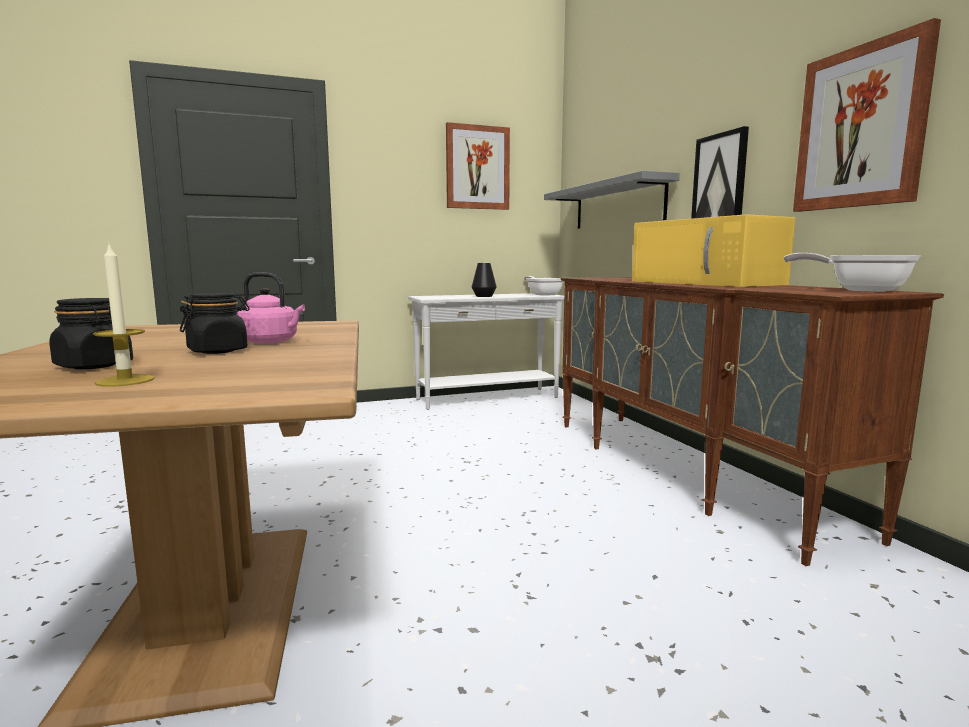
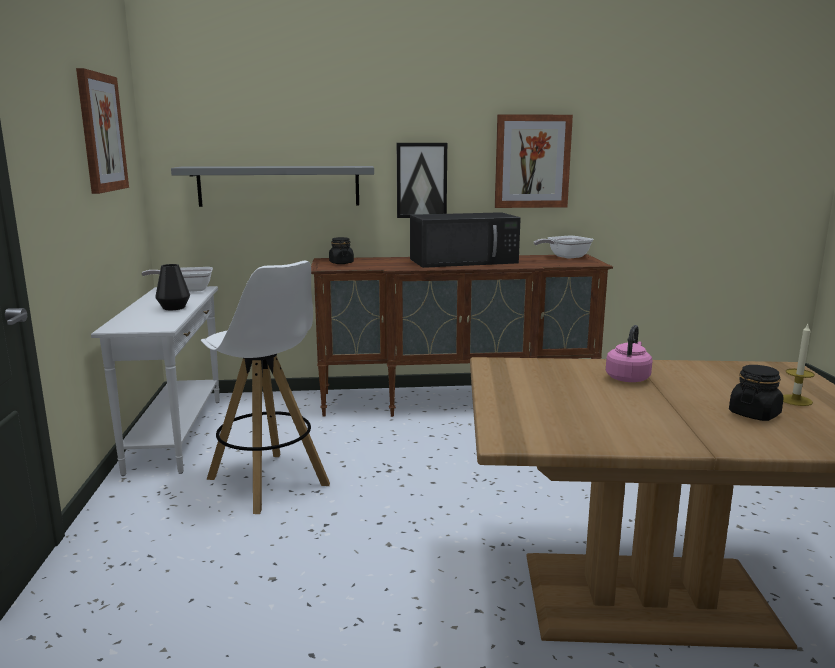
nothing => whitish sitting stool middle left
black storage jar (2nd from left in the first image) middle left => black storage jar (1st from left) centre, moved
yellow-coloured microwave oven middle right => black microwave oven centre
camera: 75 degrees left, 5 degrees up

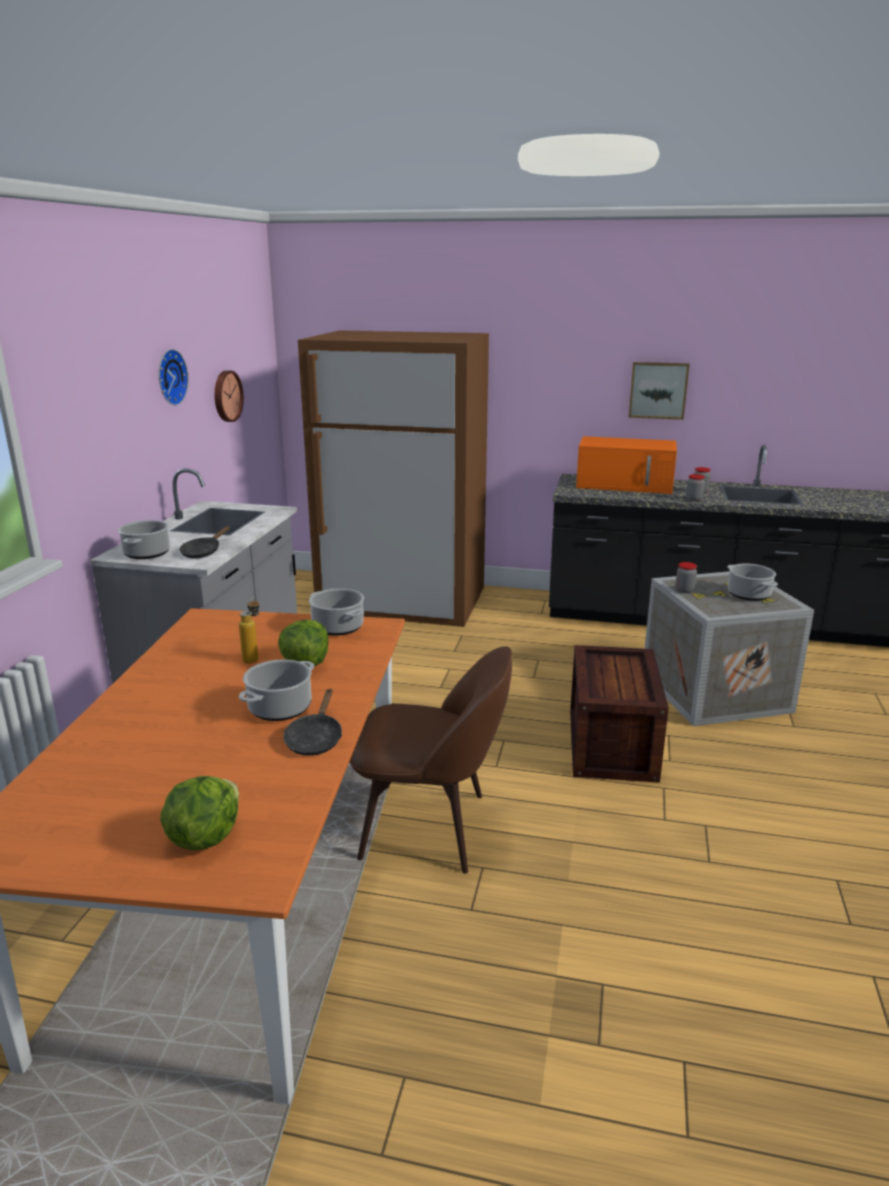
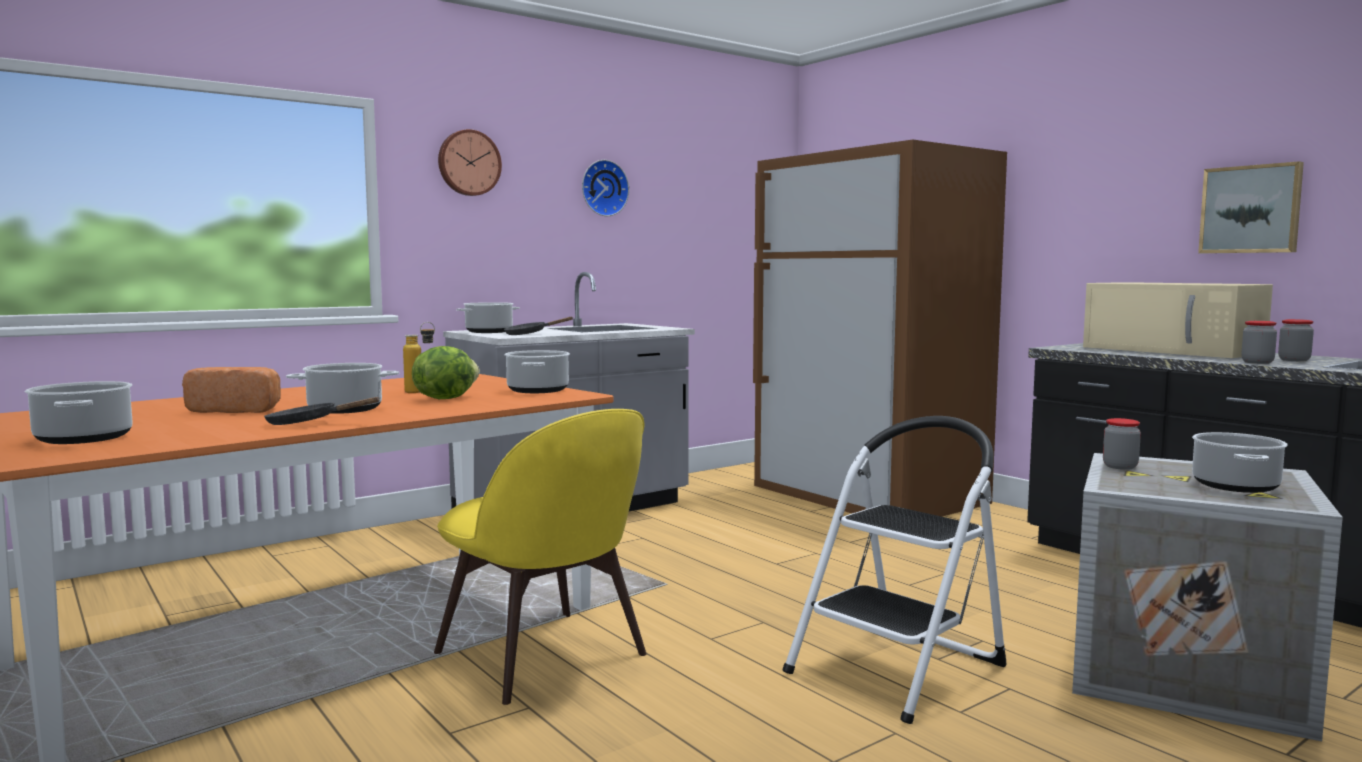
nothing => baked bread middle left
clock on the wall (2nd from left in the first image) middle left => clock on the wall (1st from left) top centre, moved
lettuce (1st from left) bottom left => stockpot (1st from left) middle left
packing crate (1st from left) middle right => step ladder bottom centre
brown chair centre => yellow-coloured chair bottom centre
orange-coloured microwave oven middle right => sand-coloured microwave oven middle right
black skillet (2nd from left in the first image) centre => black skillet (1st from left) middle left, 45 degrees clockwise
camera: 40 degrees right, 15 degrees down

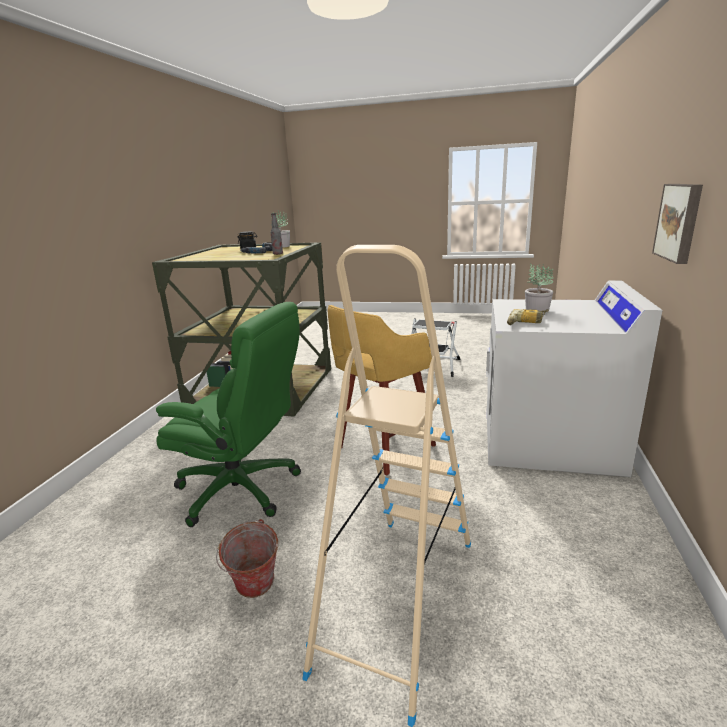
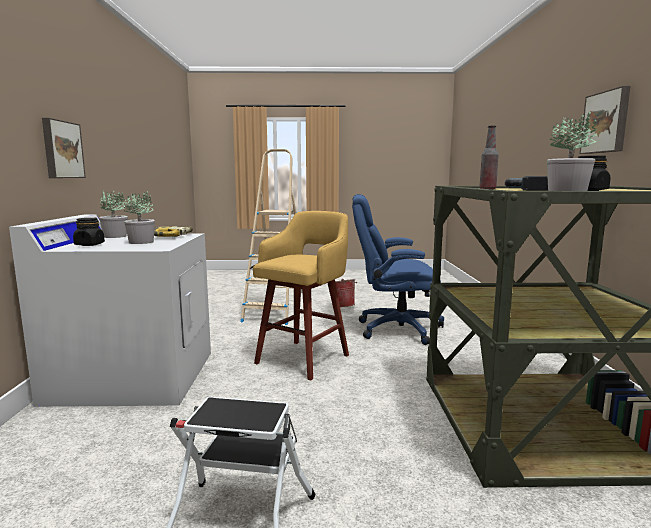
nothing => black storage jar (1st from left) middle left
nothing => potted plant (1st from left) middle left
nothing => wall art (2nd from left) top right
greenish computer chair middle left => blue-coloured computer chair centre
camera: 165 degrees right, 10 degrees down

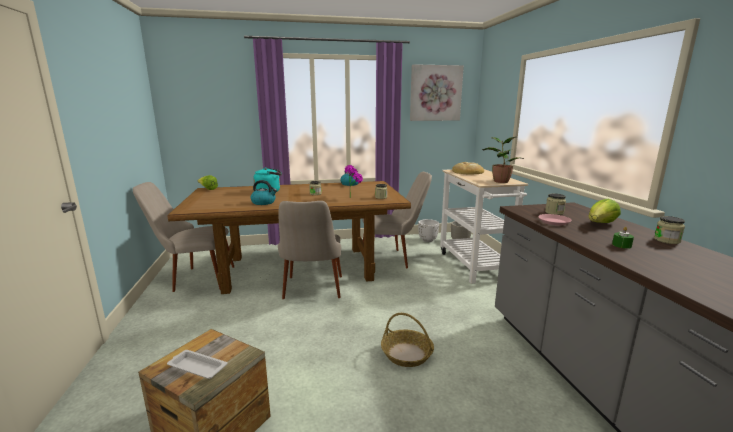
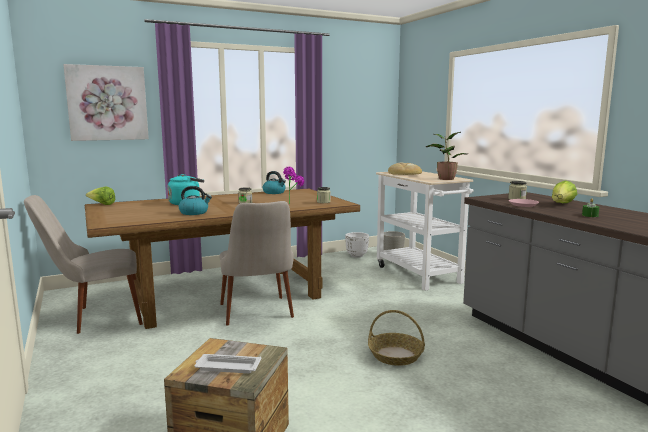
sand-coloured chair (3rd from left) centre => nothing
storage jar (4th from left) middle right => nothing
wall art top centre => wall art top left, moved
camera: 15 degrees left, 5 degrees down

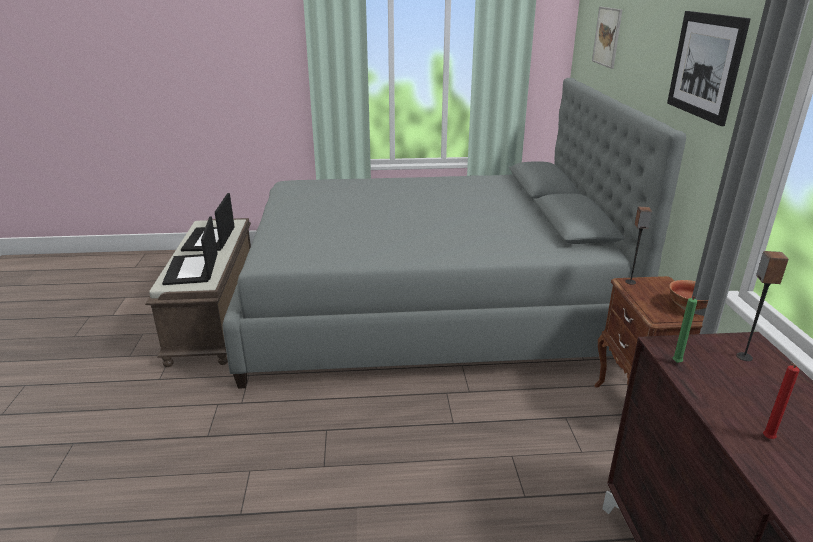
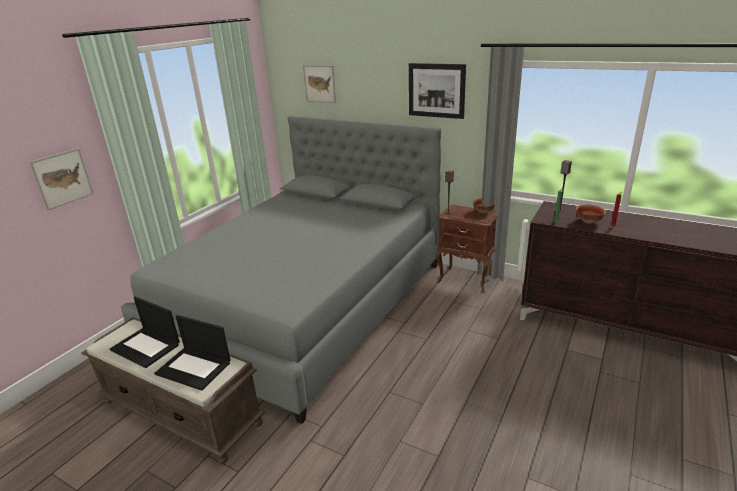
nothing => wall art (1st from left) middle left
nothing => deep dish (2nd from left) middle right
camera: 55 degrees left, 0 degrees up

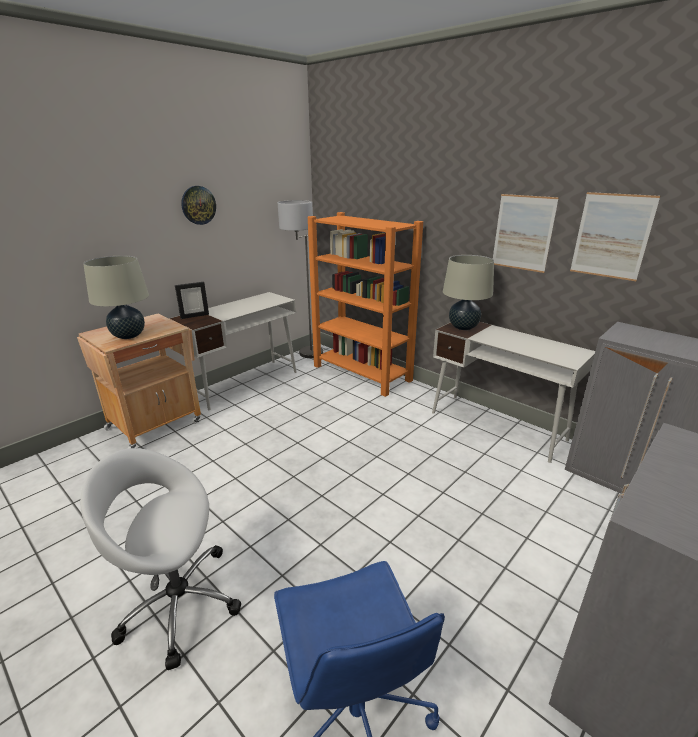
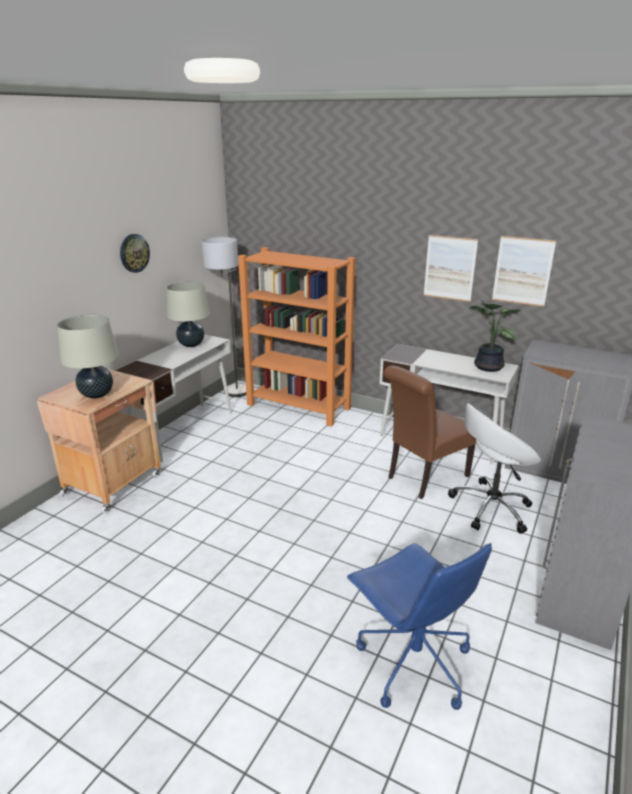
standing frame middle left => nothing
nothing => brown chair middle right
nothing => potted plant middle right
whitish computer chair bottom left => whitish computer chair middle right, moved
sand-coloured lamp for a table (2nd from left) middle right => sand-coloured lamp for a table (2nd from left) middle left, moved
camera: 15 degrees left, 0 degrees up

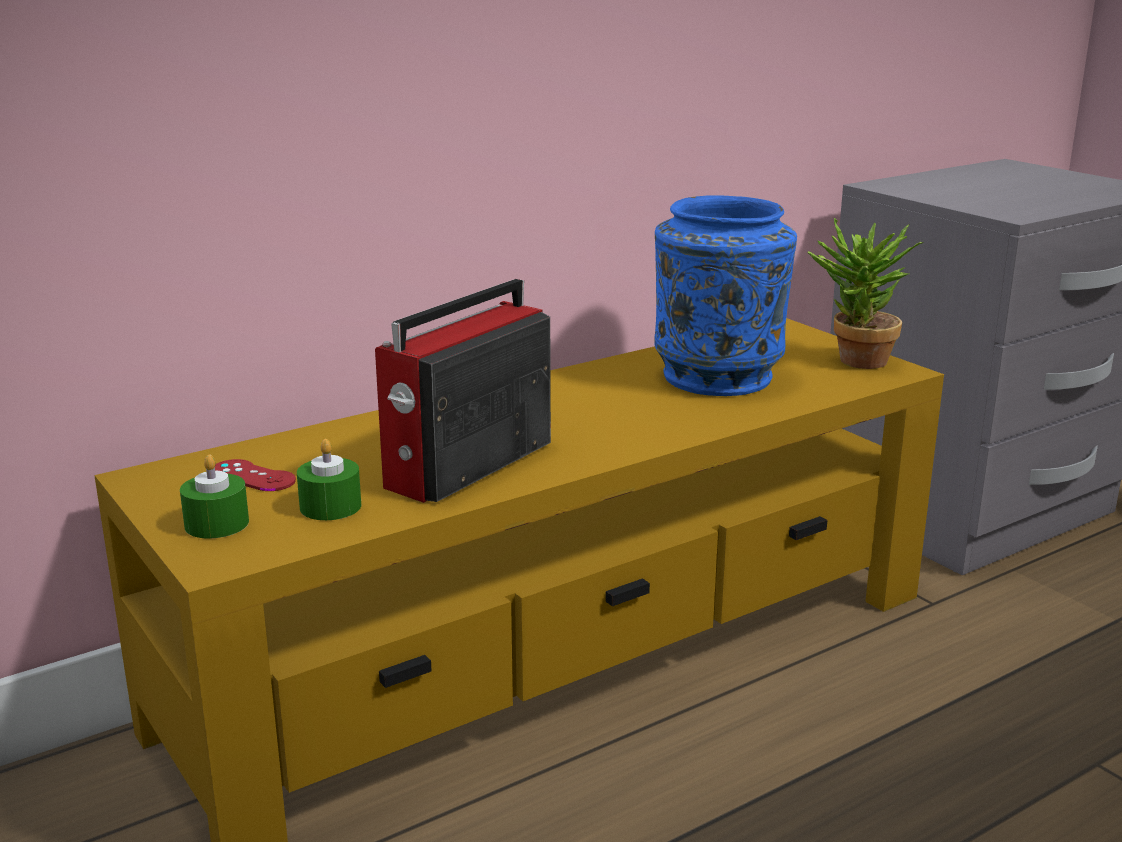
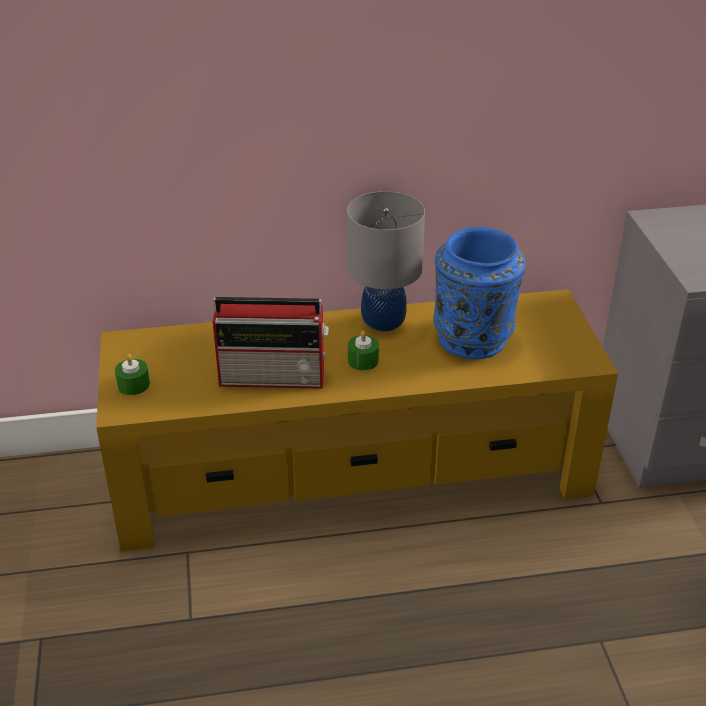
red-coloured joypad middle left => nothing
potted plant middle right => nothing
nothing => grey lamp for a table centre
greenish wax candle (2nd from left) middle left => greenish wax candle (2nd from left) centre, moved
radio centre, 150 degrees counterclockwise
camera: 25 degrees right, 15 degrees up

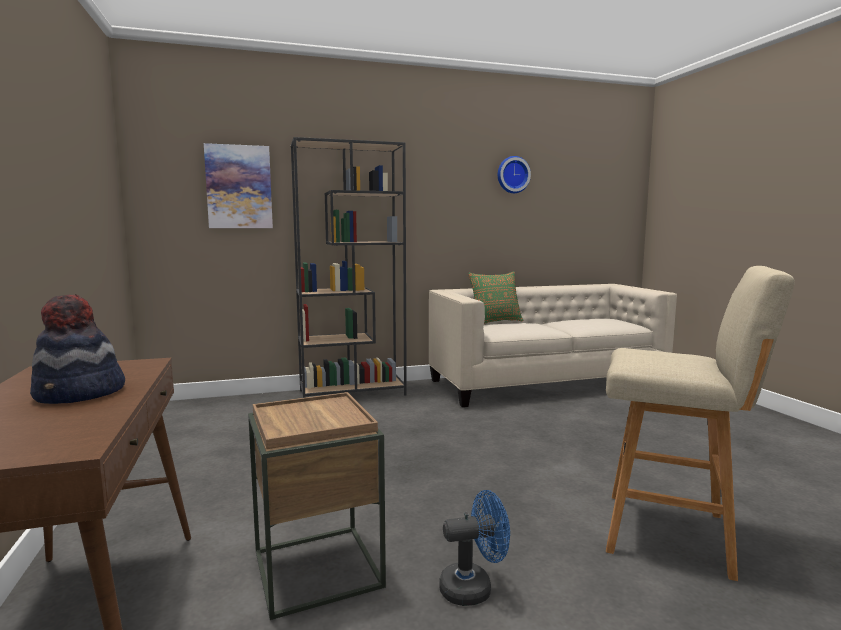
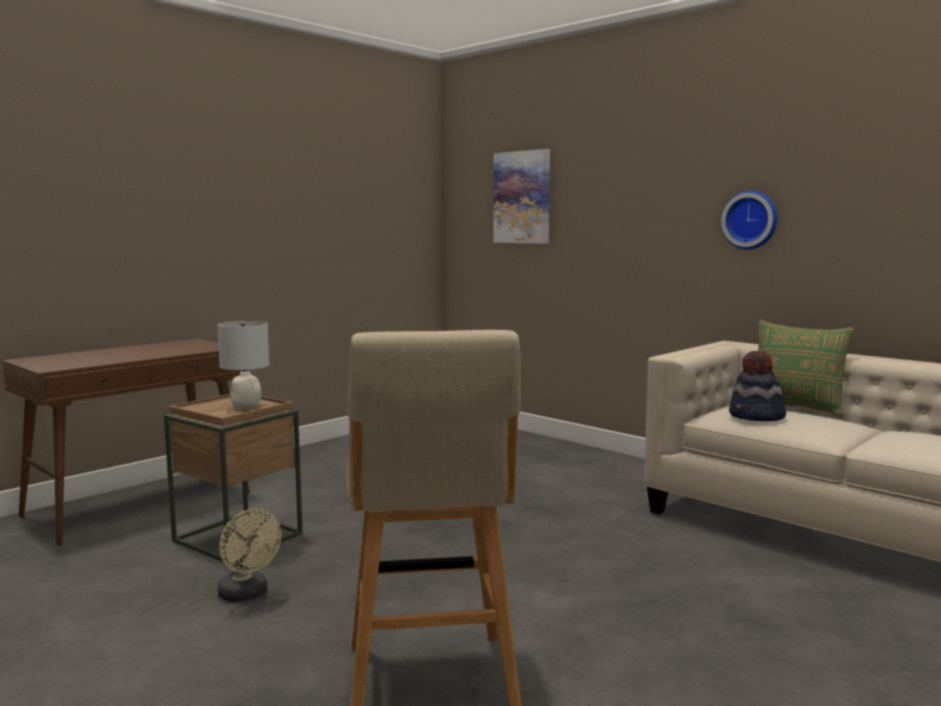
bookcase centre => nothing
nothing => grey lamp for a table middle left
wearable hat middle left => wearable hat middle right, moved
clock on the wall top centre => clock on the wall top right, moved
blue-coloured fan bottom centre => sand-coloured fan bottom left
camera: 60 degrees right, 0 degrees up

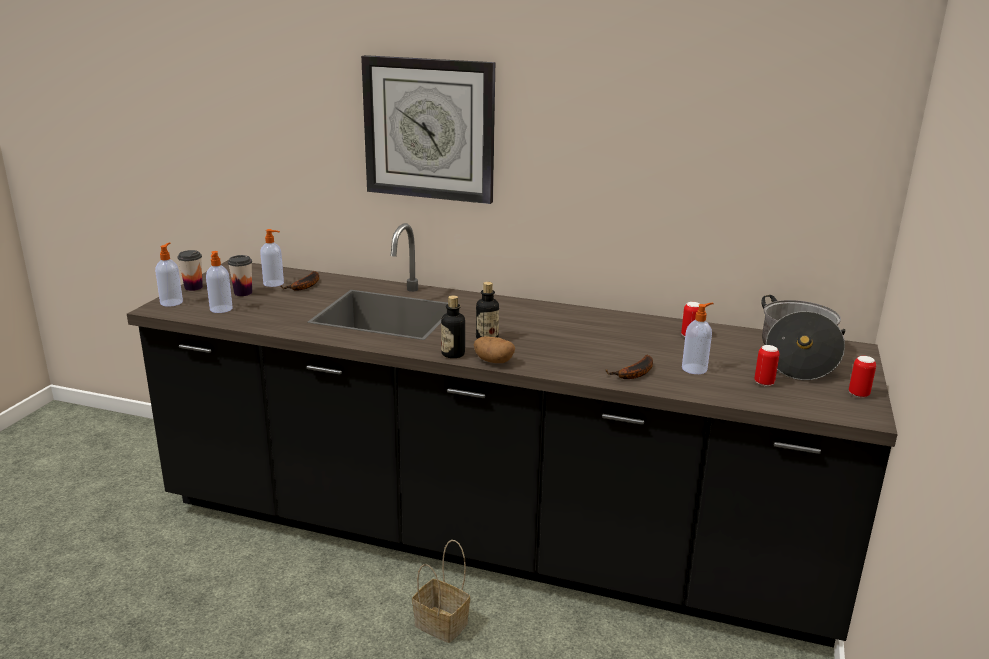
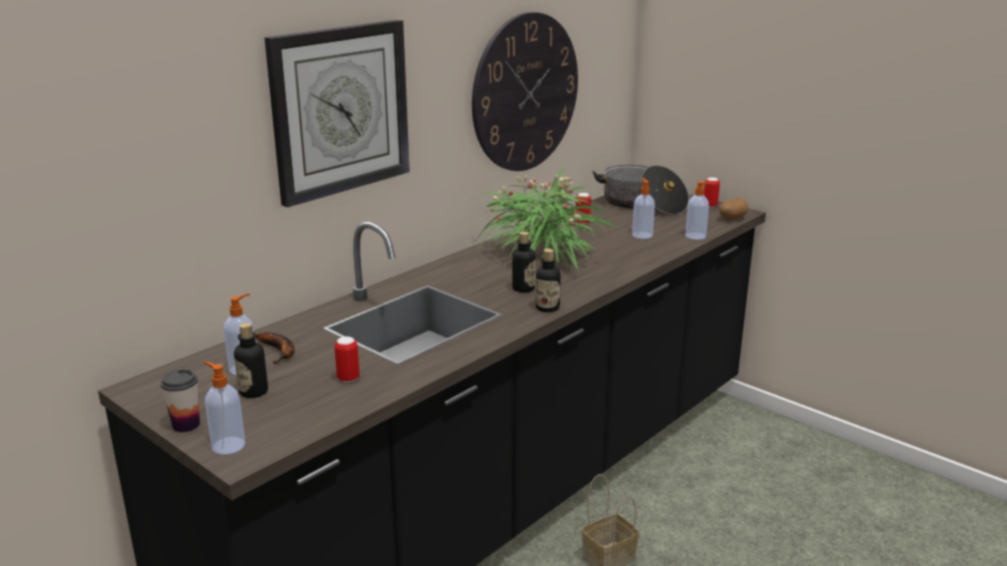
banana fruit (2nd from left) centre => nothing
nothing => clock on the wall (2nd from left) top centre
nothing => potted plant centre
liquid soap bottle (2nd from left in the first image) middle left => liquid soap bottle (4th from left) middle right, moved
whole potato centre => whole potato middle right, moved
metal can (2nd from left in the first image) middle right => metal can (1st from left) centre, moved
small cup (2nd from left) middle left => drink bottle (1st from left) middle left
camera: 65 degrees left, 0 degrees up

